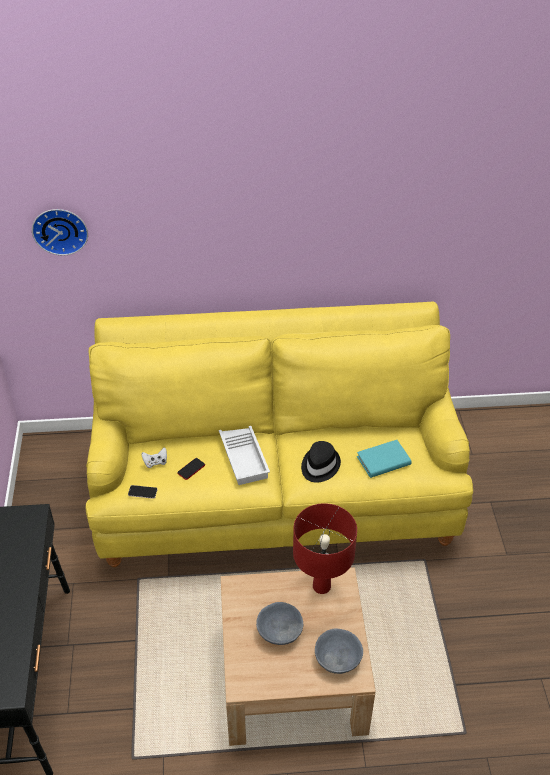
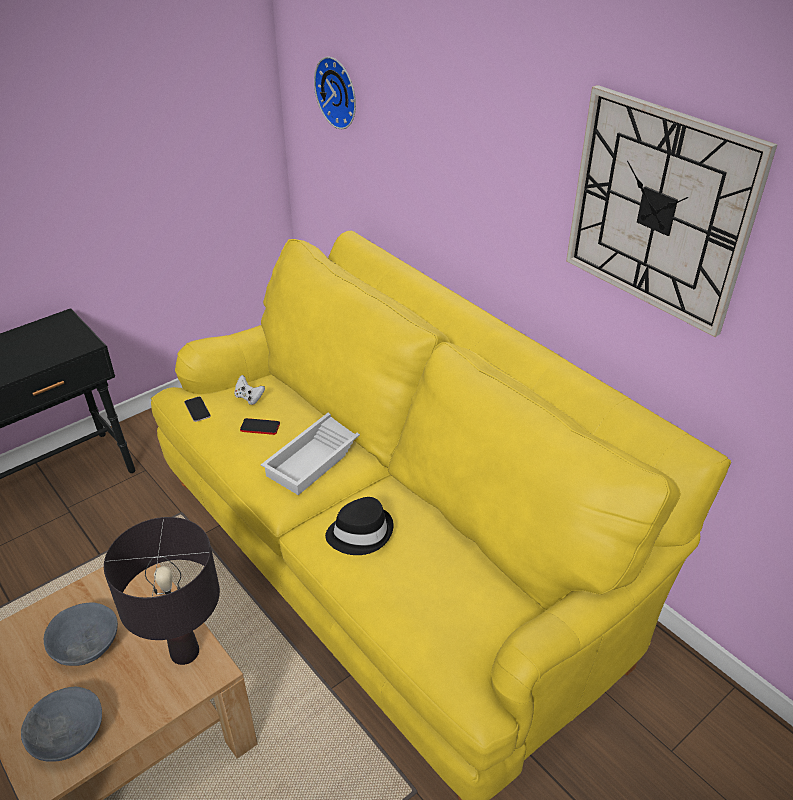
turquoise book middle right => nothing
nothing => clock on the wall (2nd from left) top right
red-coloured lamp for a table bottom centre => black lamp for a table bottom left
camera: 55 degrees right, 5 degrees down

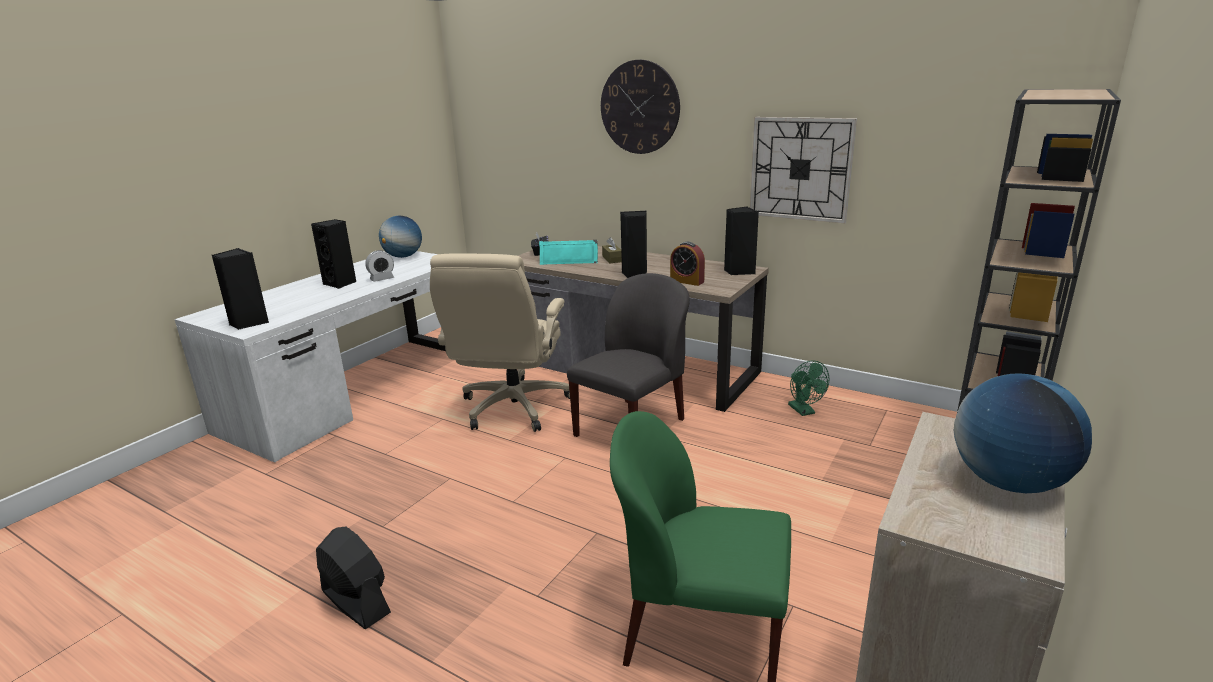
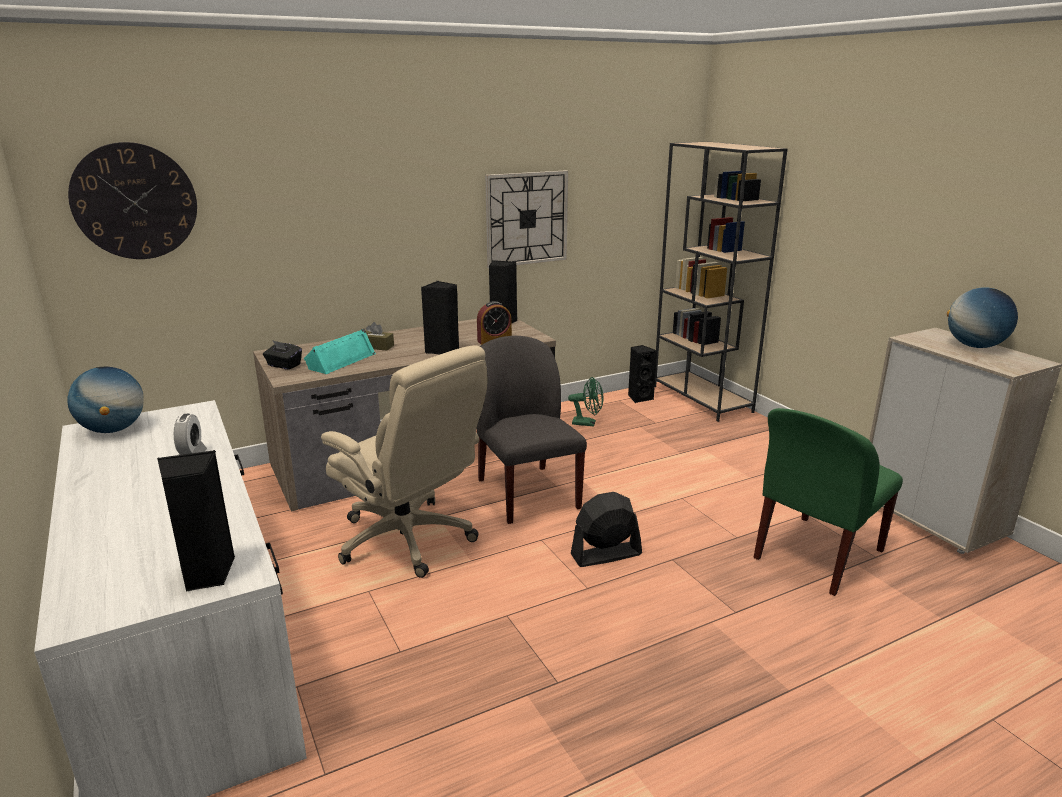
black audio speaker (2nd from left in the first image) middle left => black audio speaker (4th from left) centre, moved
black fan bottom left => black fan centre, moved
clock on the wall (1st from left) top centre => clock on the wall (1st from left) top left, moved
camera: 60 degrees left, 0 degrees up

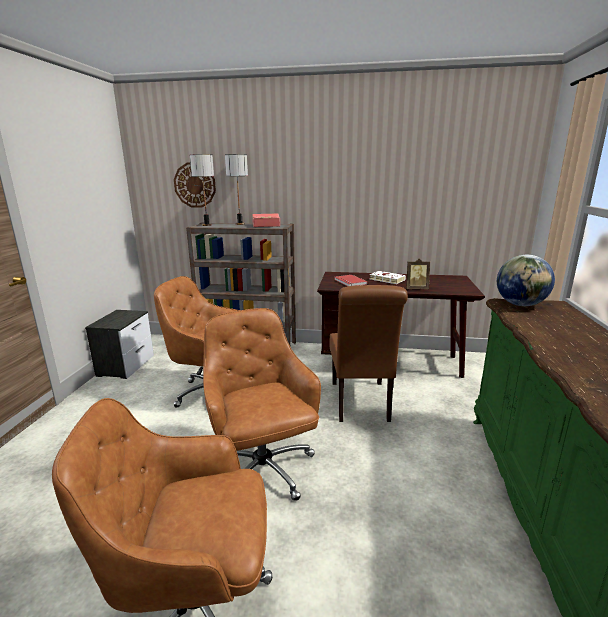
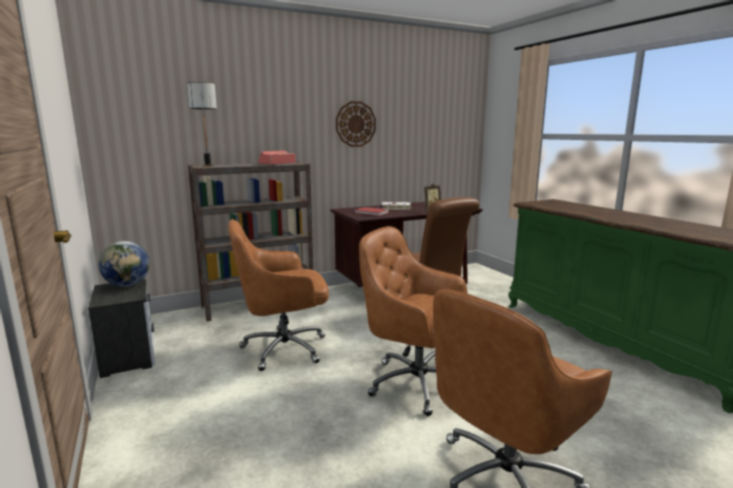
lamp for a table (2nd from left) top centre => nothing
clock on the wall top left => clock on the wall top centre, moved
desk globe middle right => desk globe middle left, moved
camera: 35 degrees left, 5 degrees down

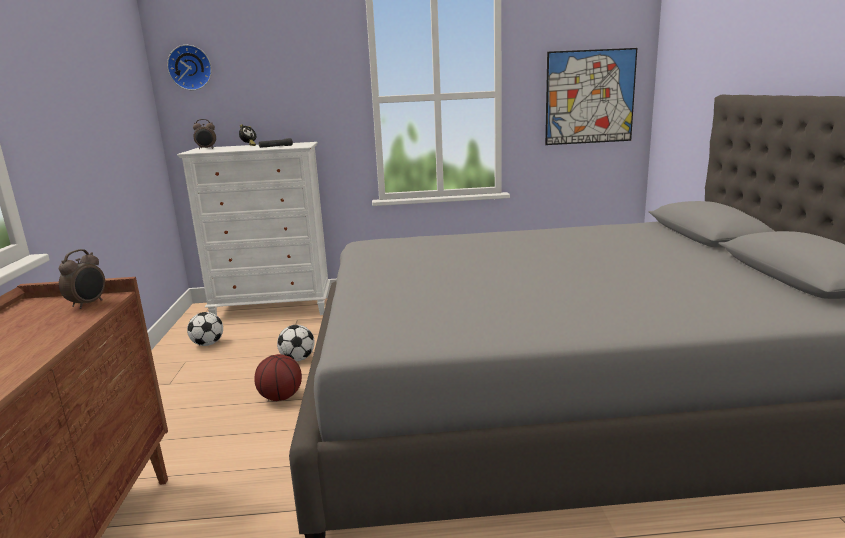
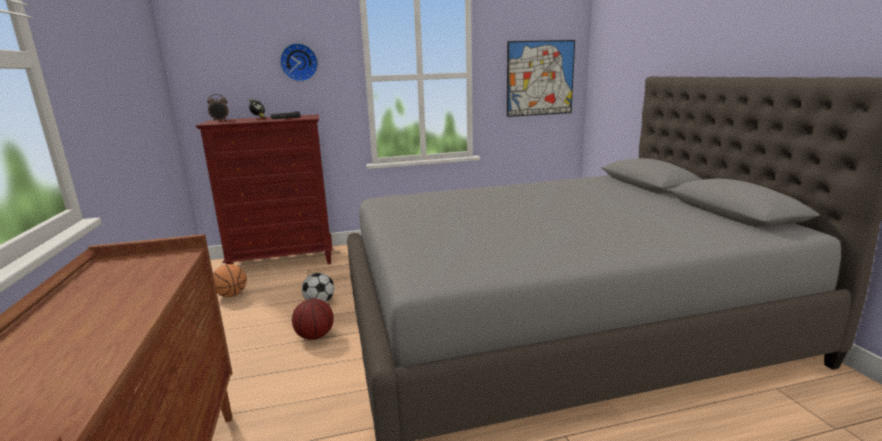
alarm clock (1st from left) middle left => nothing
clock on the wall top left => clock on the wall top centre, moved
football ball (1st from left) middle left => ball for basketball (1st from left) middle left
whitish dresser middle left => red-coloured dresser middle left
camera: 10 degrees left, 0 degrees up

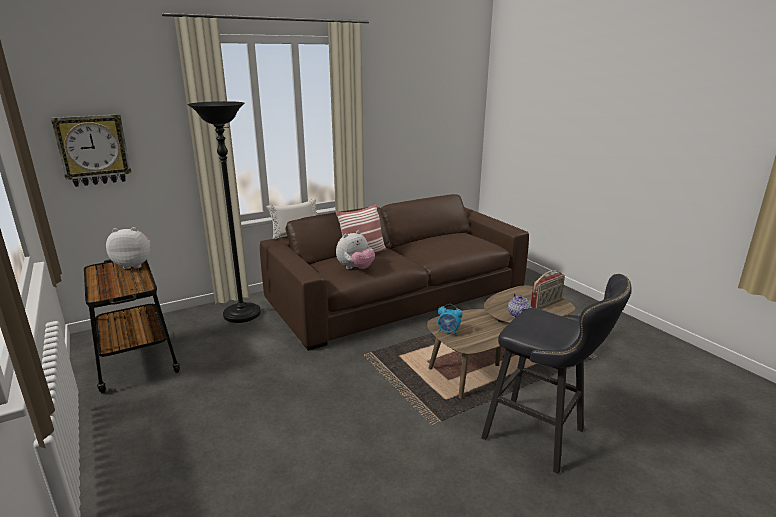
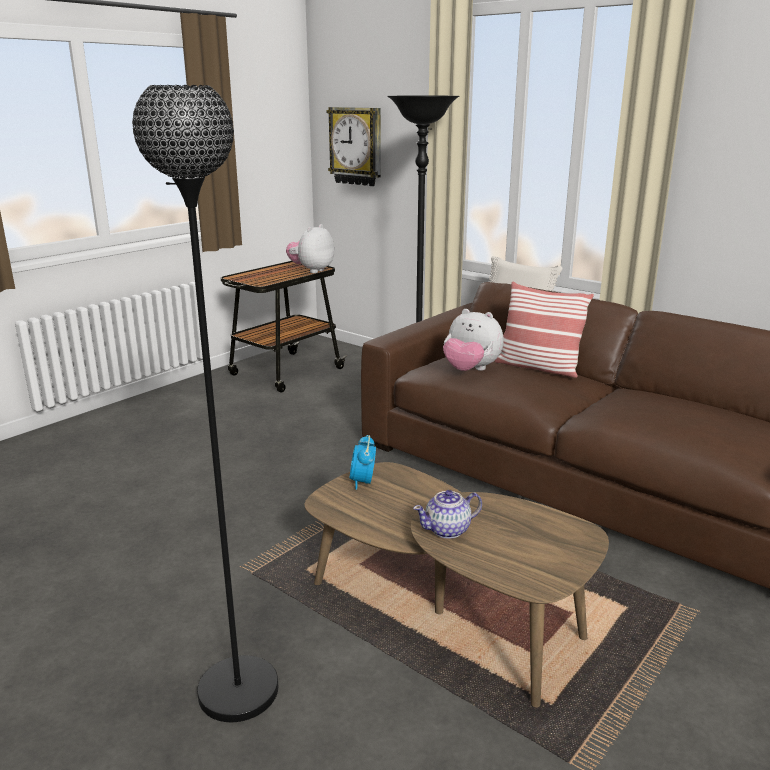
radio middle right => nothing
black sitting stool bottom right => black floor lamp (1st from left) middle left
cuddly toy (1st from left) middle left => cuddly toy (1st from left) top centre, 120 degrees counterclockwise
camera: 70 degrees right, 0 degrees up

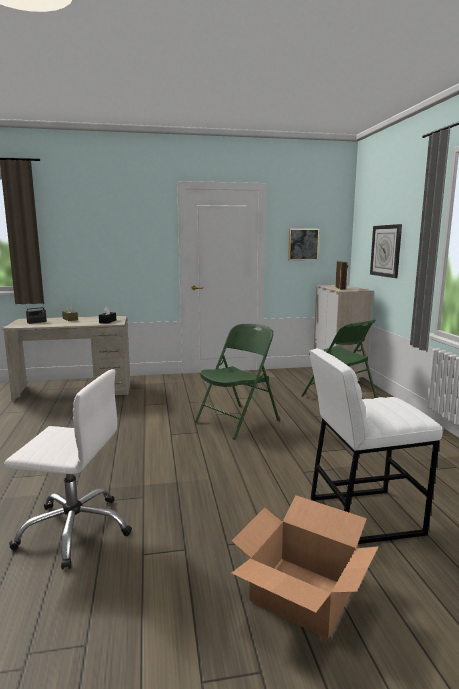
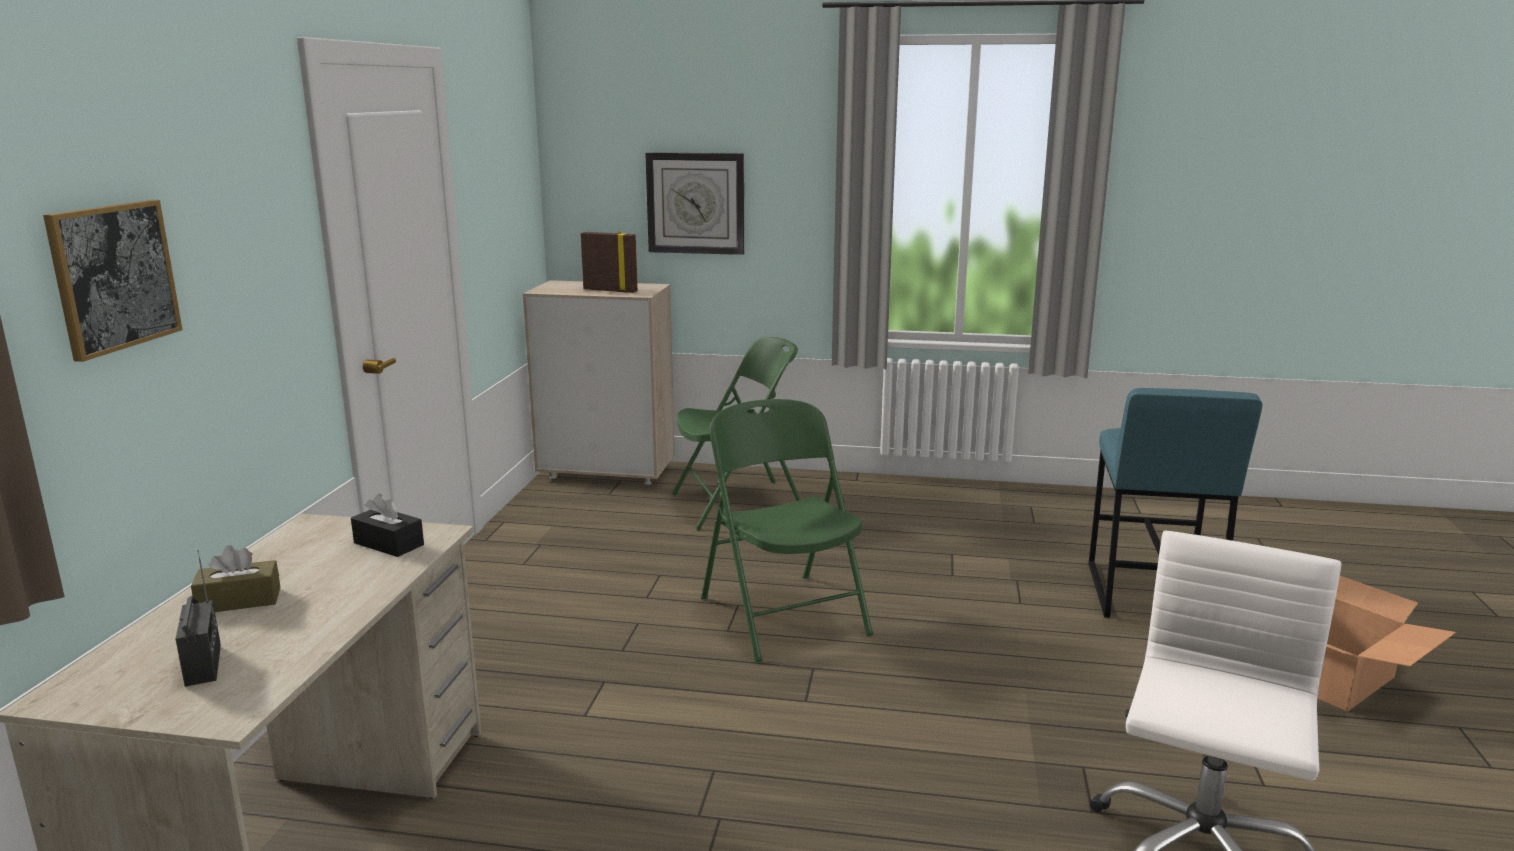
wall art centre => wall art top left, moved
whitish sitting stool middle right => blue-coloured sitting stool middle right
camera: 70 degrees left, 5 degrees up

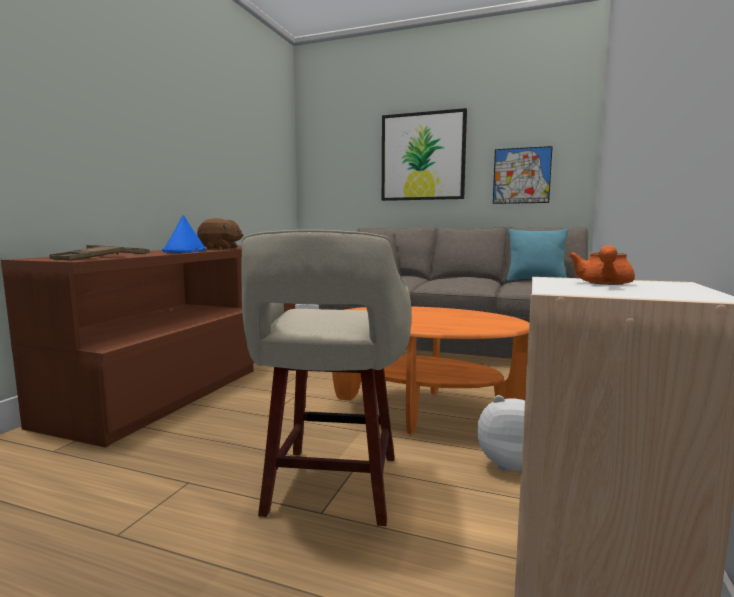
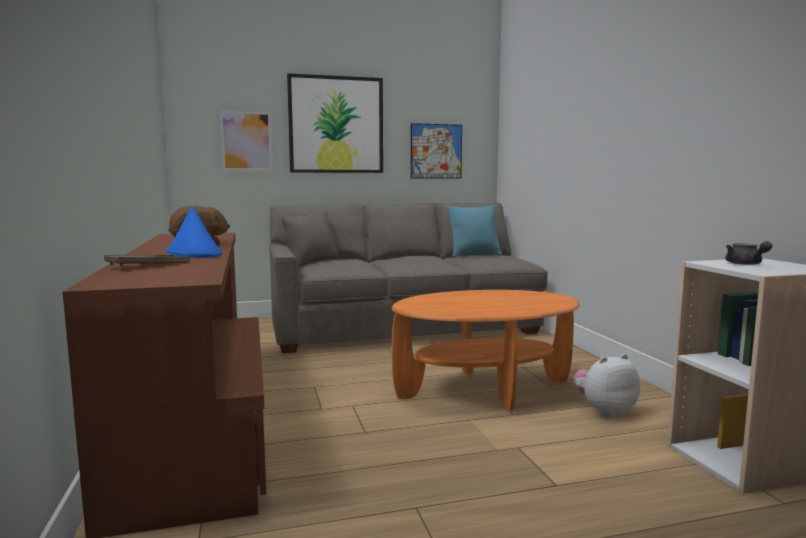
brown tray (1st from left) middle left => nothing
sand-coloured sitting stool centre => nothing
nothing => wall art (1st from left) top left
orange-coloured teapot middle right => grey teapot middle right
camera: 35 degrees left, 0 degrees up

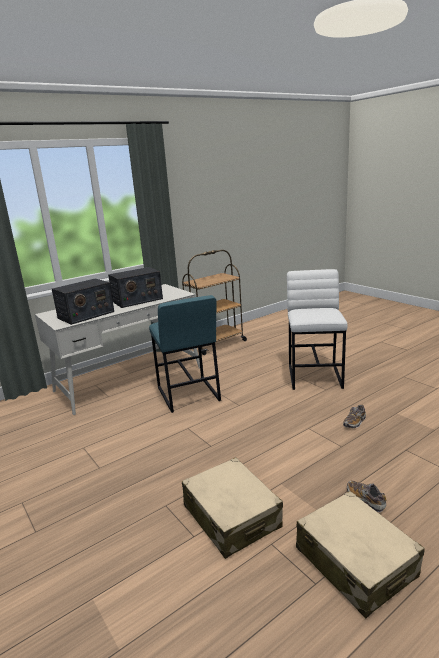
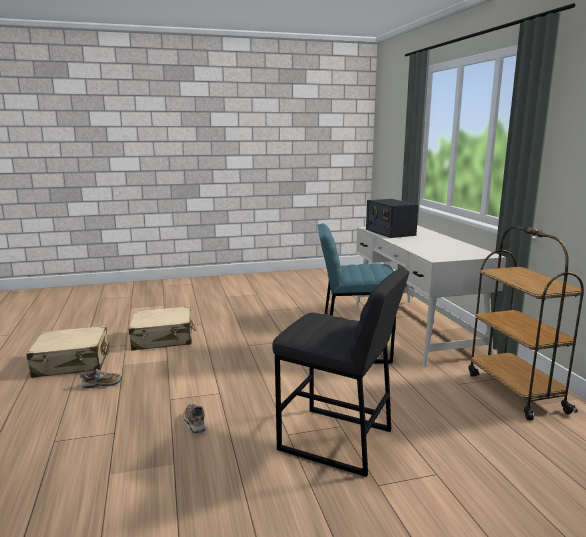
radio (2nd from left) middle left => nothing
whitish sitting stool middle right => black sitting stool bottom centre
camera: 110 degrees right, 5 degrees down

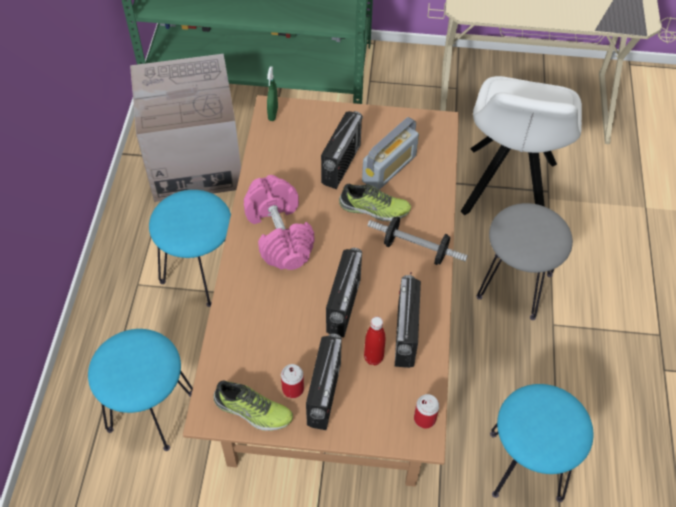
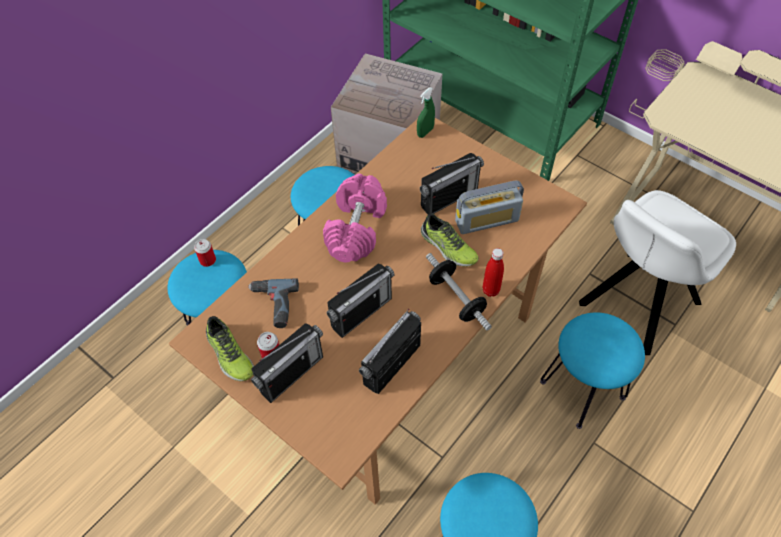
nothing => electric drill centre
red-coloured drink bottle bottom centre => red-coloured drink bottle centre, moved
metal can (2nd from left in the first image) bottom centre => metal can (1st from left) middle left, moved
grey sitting stool middle right => turquoise sitting stool (4th from left) bottom right
camera: 35 degrees right, 0 degrees up

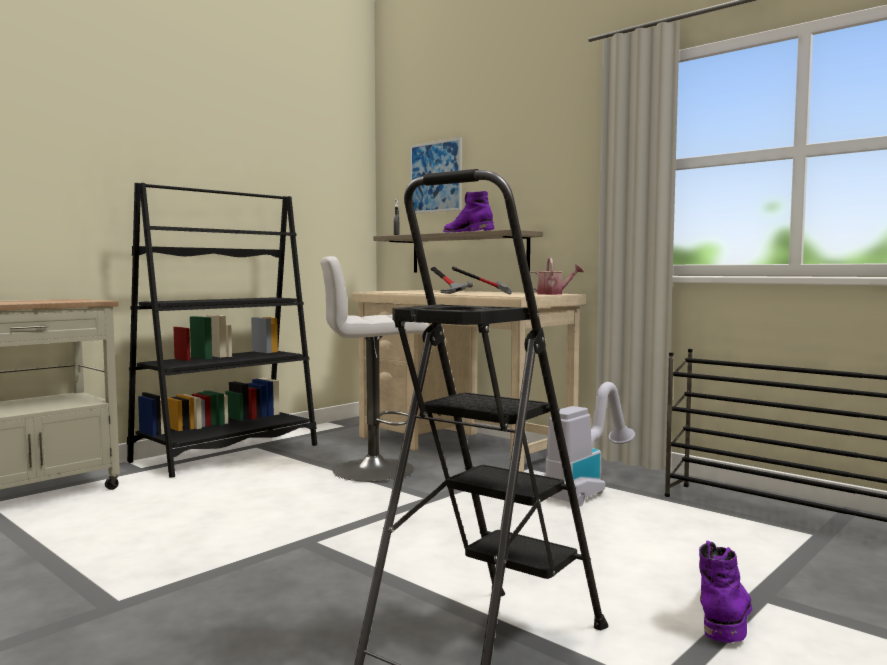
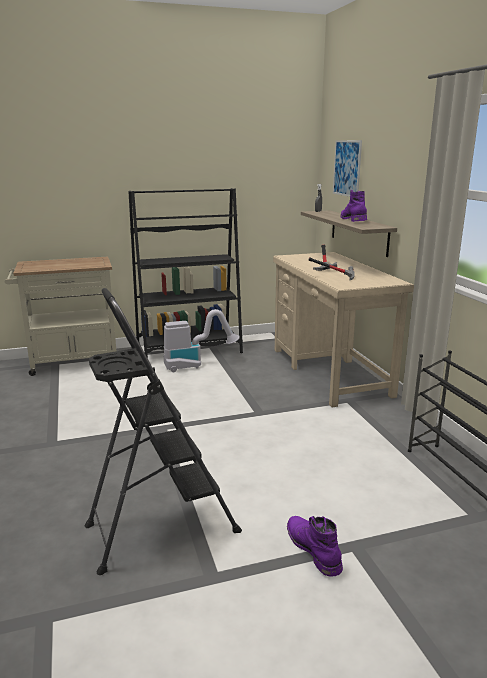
whitish sitting stool centre => nothing
sprinkling can centre => nothing
vacuum bottom centre => vacuum centre, moved
purplish high-top boot (2nd from left in the first image) bottom right => purplish high-top boot (1st from left) bottom centre, 75 degrees counterclockwise
camera: 30 degrees right, 15 degrees up

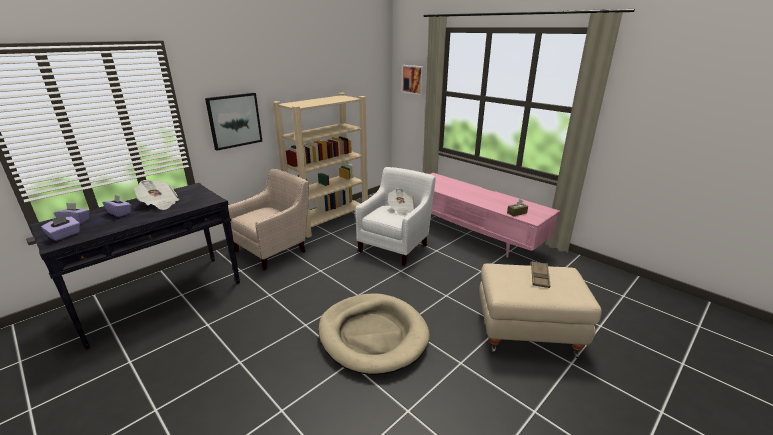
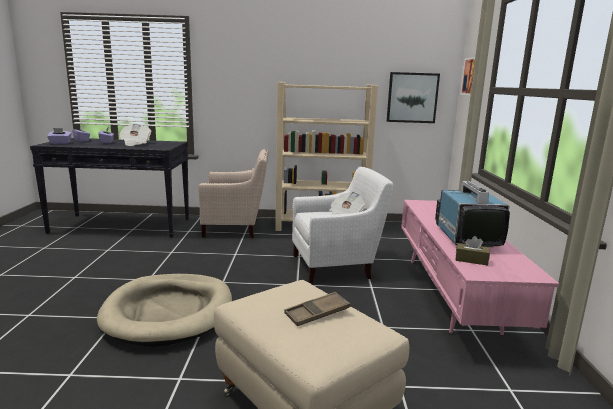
nothing => TV middle right
wall art (1st from left) top left => wall art (1st from left) top right, moved
camera: 45 degrees right, 10 degrees down

